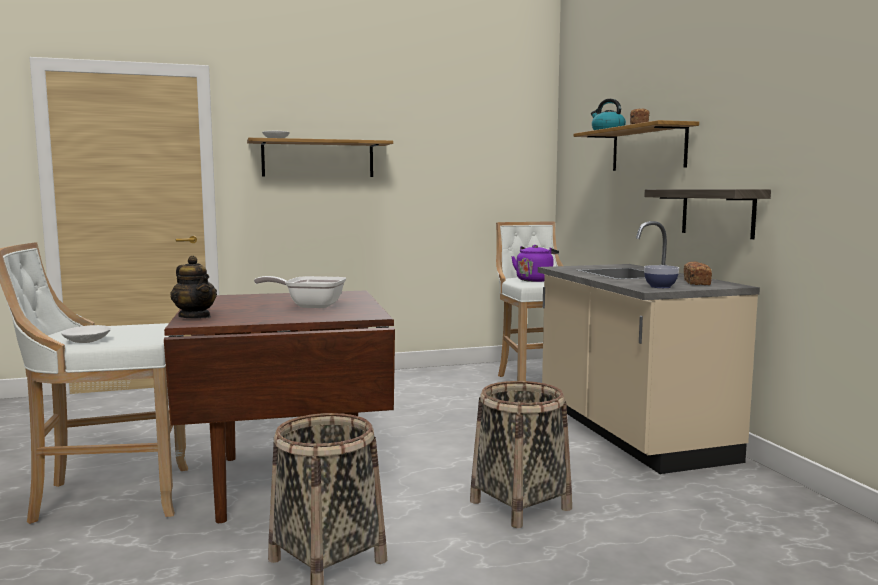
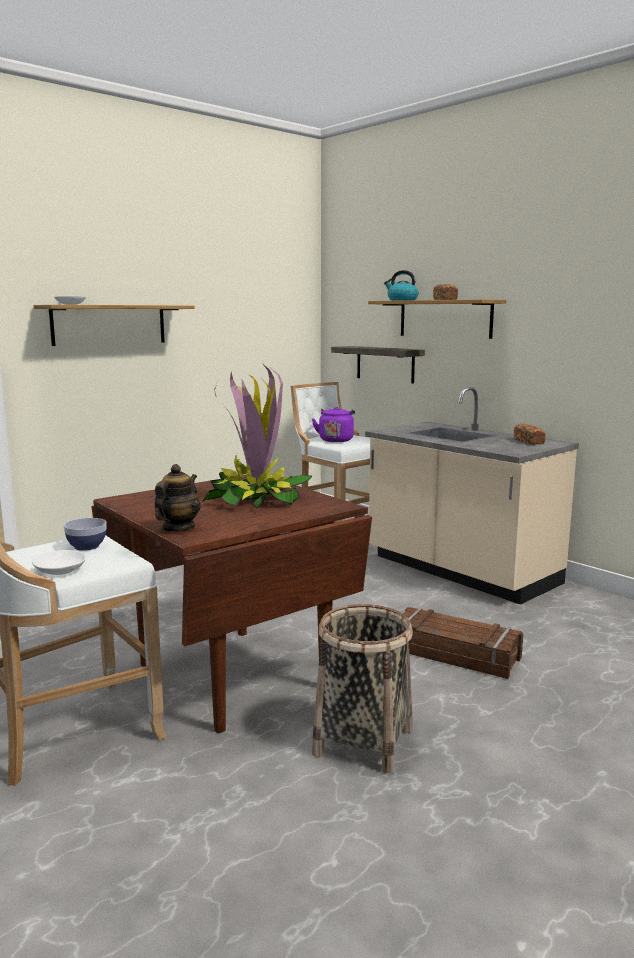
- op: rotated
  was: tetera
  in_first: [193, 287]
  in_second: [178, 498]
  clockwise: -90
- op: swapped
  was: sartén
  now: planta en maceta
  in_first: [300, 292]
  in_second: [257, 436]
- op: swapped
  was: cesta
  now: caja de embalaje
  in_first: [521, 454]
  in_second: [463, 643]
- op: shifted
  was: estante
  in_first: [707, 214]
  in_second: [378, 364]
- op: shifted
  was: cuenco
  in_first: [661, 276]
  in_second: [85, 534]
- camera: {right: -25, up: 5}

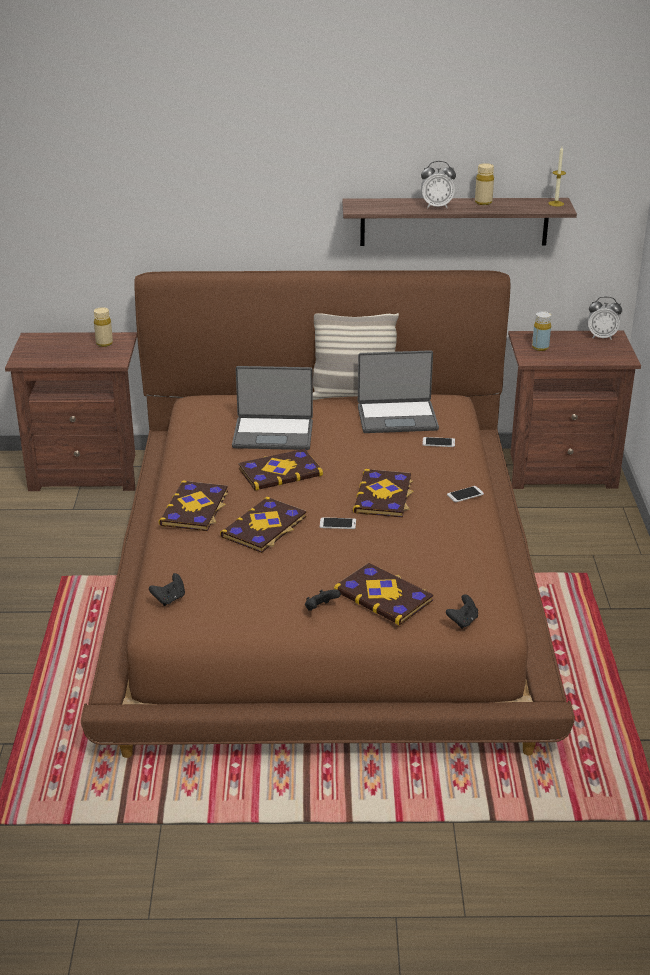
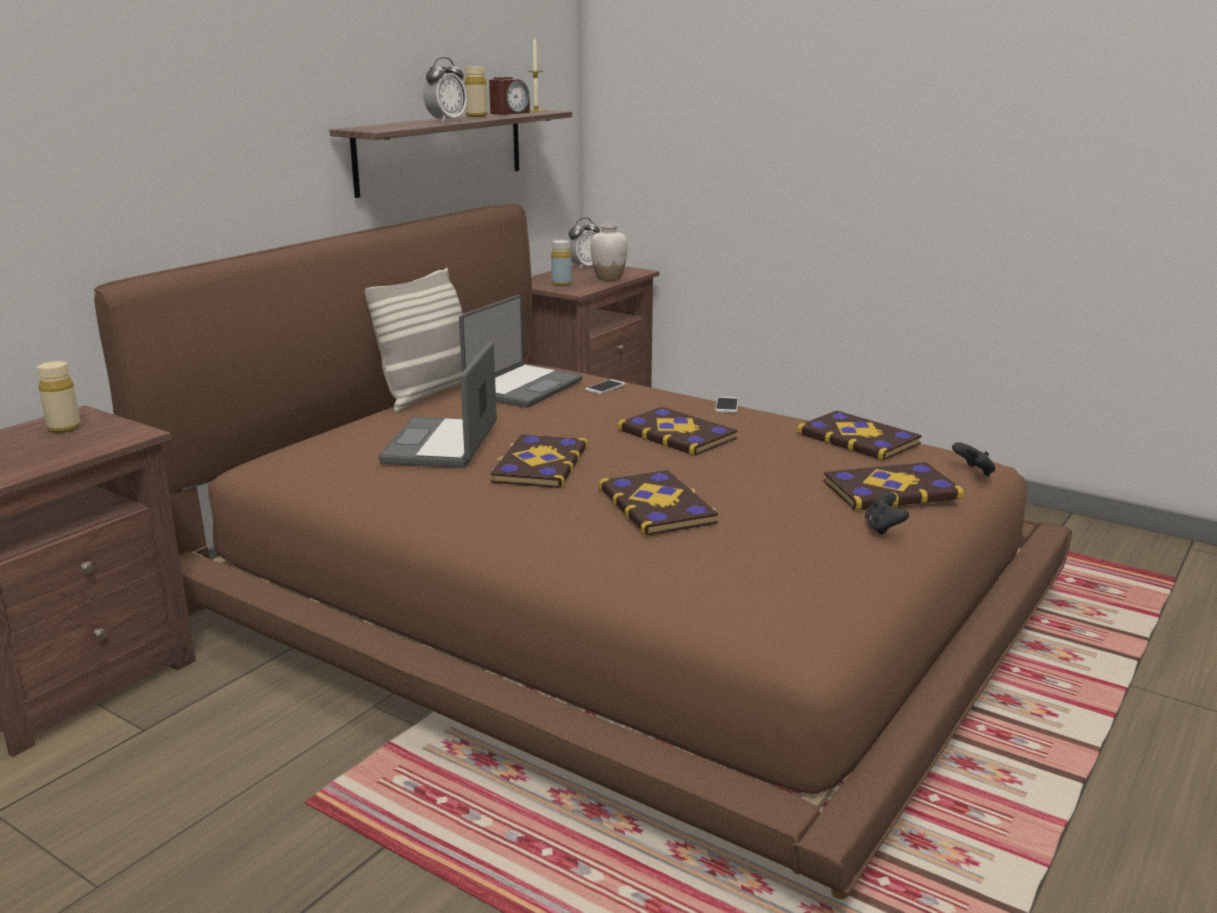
- op: gone
  was: mando de consola (negro)
  in_first: [167, 589]
- op: shifted
  was: libro
  in_first: [193, 505]
  in_second: [859, 435]
- op: rotated
  was: portátil
  in_first: [272, 408]
  in_second: [437, 404]
  clockwise: 150
- op: gone
  was: móvil
  in_first: [338, 523]
- op: new
  now: despertador
  in_second: [509, 96]
- op: new
  now: florero (blanco)
  in_second: [609, 252]
- camera: {right: -55, up: -10}

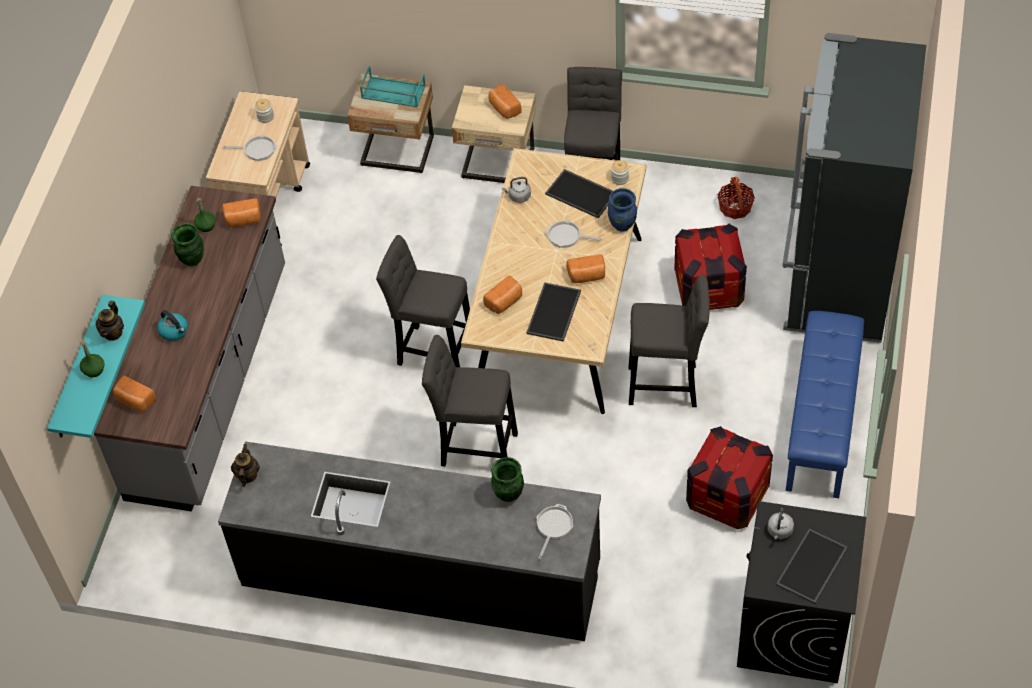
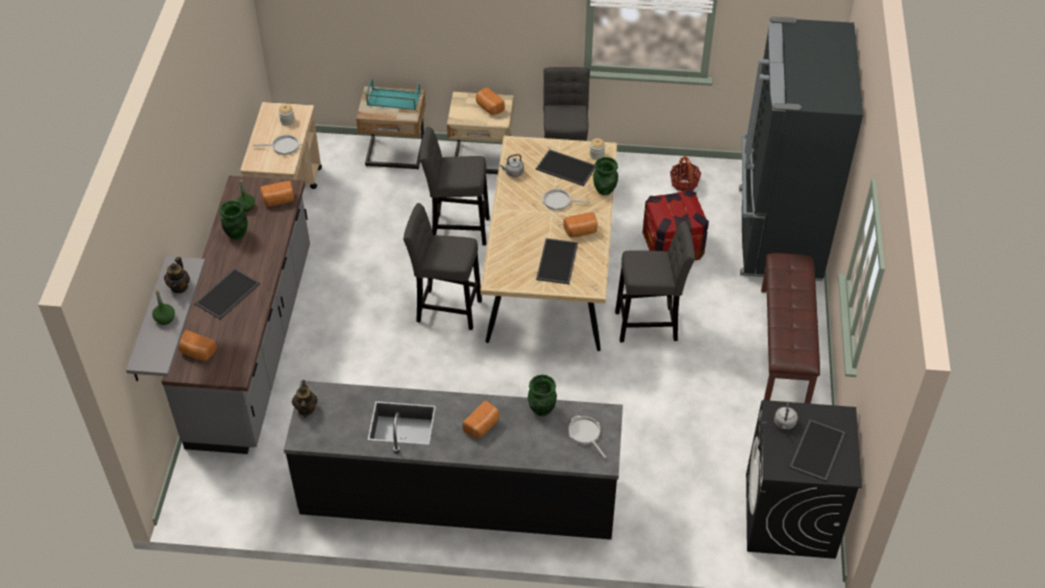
- op: repainted
  was: estante (turquesa)
  now: estante (gris)
  in_first: [96, 366]
  in_second: [166, 318]
- op: swapped
  was: hervidor
  now: bandeja
  in_first: [172, 325]
  in_second: [227, 293]
- op: shifted
  was: taburete (gris)
  in_first: [470, 401]
  in_second: [455, 186]
- op: shifted
  was: pan
  in_first: [502, 295]
  in_second: [481, 420]
- op: rotated
  was: sartén
  in_first: [555, 531]
  in_second: [587, 436]
  clockwise: -45
- op: repainted
  was: florero (azul)
  now: florero (verde)
  in_first: [622, 210]
  in_second: [605, 176]
- op: gone
  was: caja de embalaje
  in_first: [729, 478]
- op: repainted
  was: banco (azul)
  now: banco (marrón)
  in_first: [825, 404]
  in_second: [790, 328]
- camera: {right: -10, up: -5}

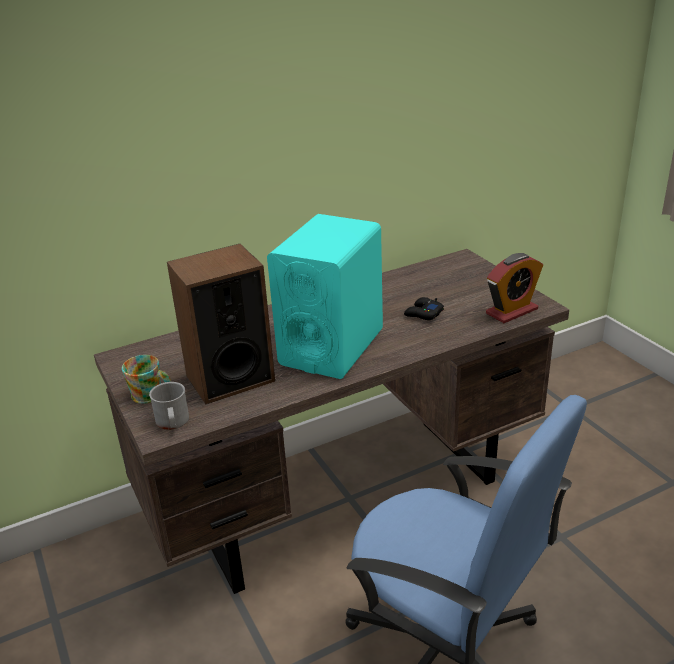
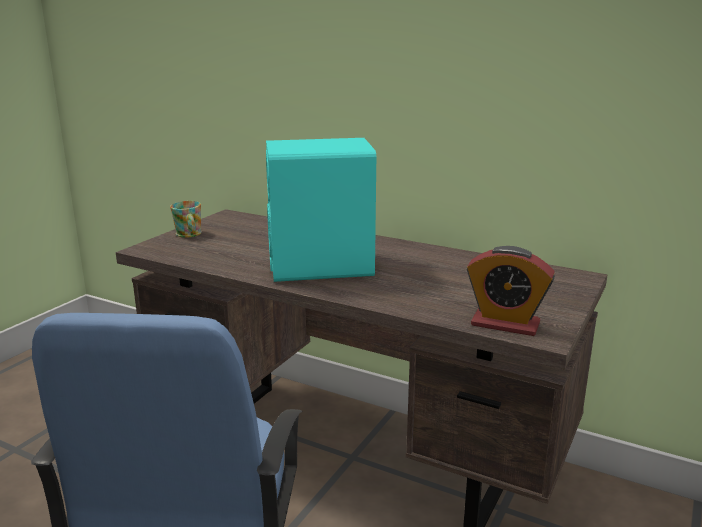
- op: gone
  was: taza grande (gris)
  in_first: [169, 406]
- op: gone
  was: altavoz
  in_first: [221, 324]
- op: gone
  was: mando de consola (negro)
  in_first: [424, 308]
- camera: {right: 55, up: -10}

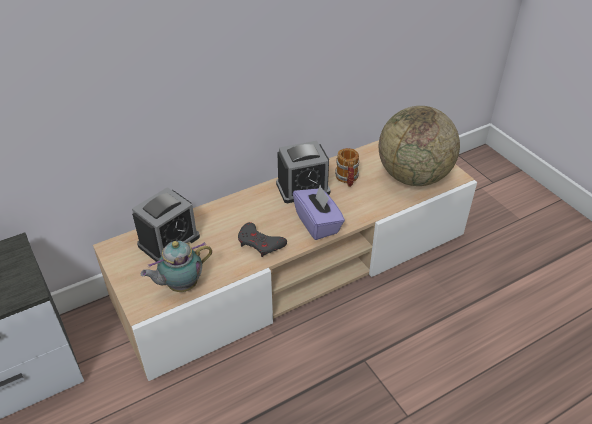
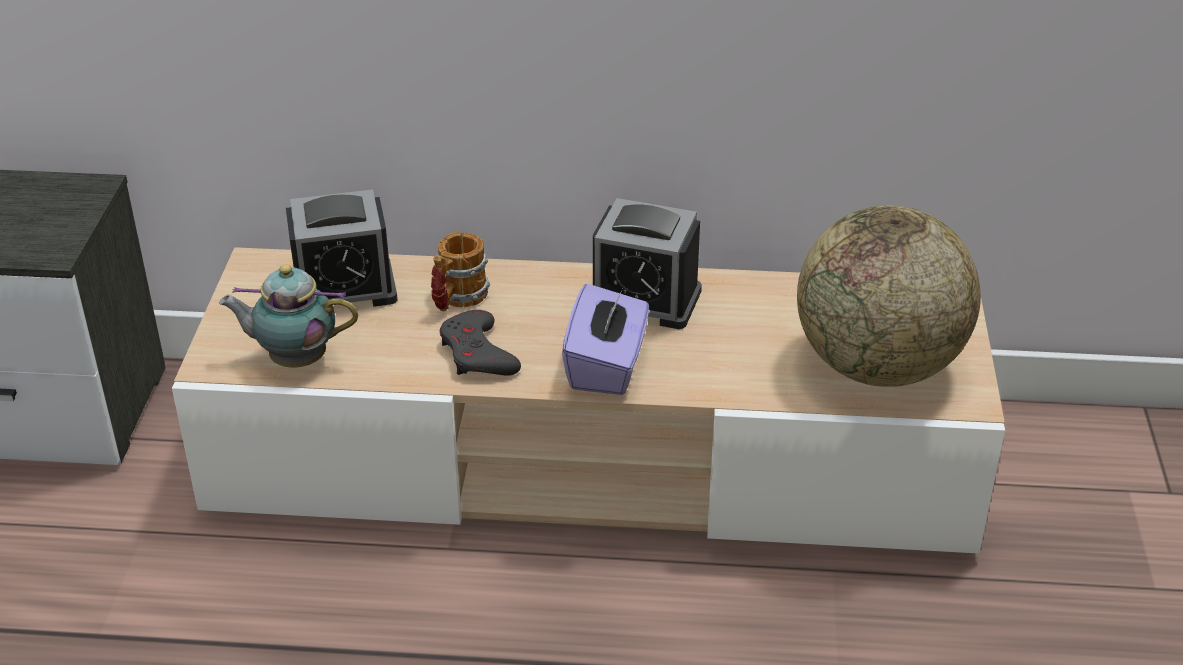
- op: shifted
  was: taza grande
  in_first: [347, 167]
  in_second: [460, 272]
- camera: {right: 35, up: -5}

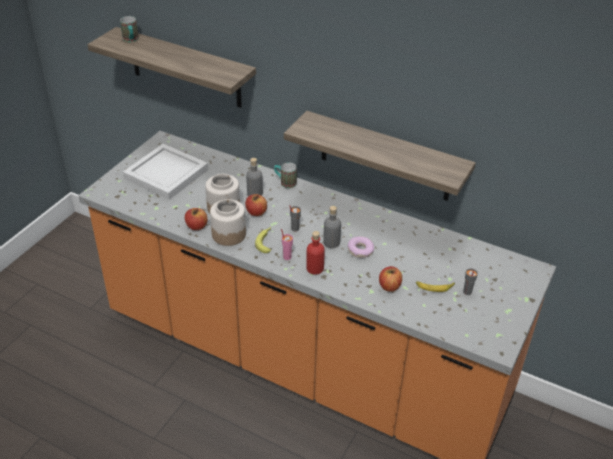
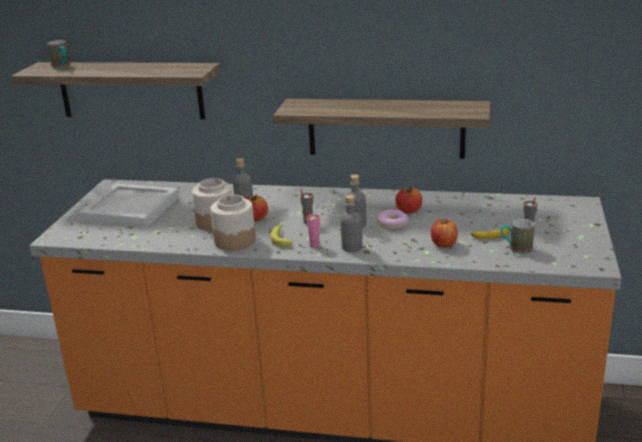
- op: shifted
  was: manzana
  in_first: [196, 219]
  in_second: [409, 200]
- op: shifted
  was: taza grande
  in_first: [285, 175]
  in_second: [518, 236]
- op: repainted
  was: botella (rojo)
  now: botella (gris)
  in_first: [315, 253]
  in_second: [351, 223]
- camera: {right: -15, up: -15}

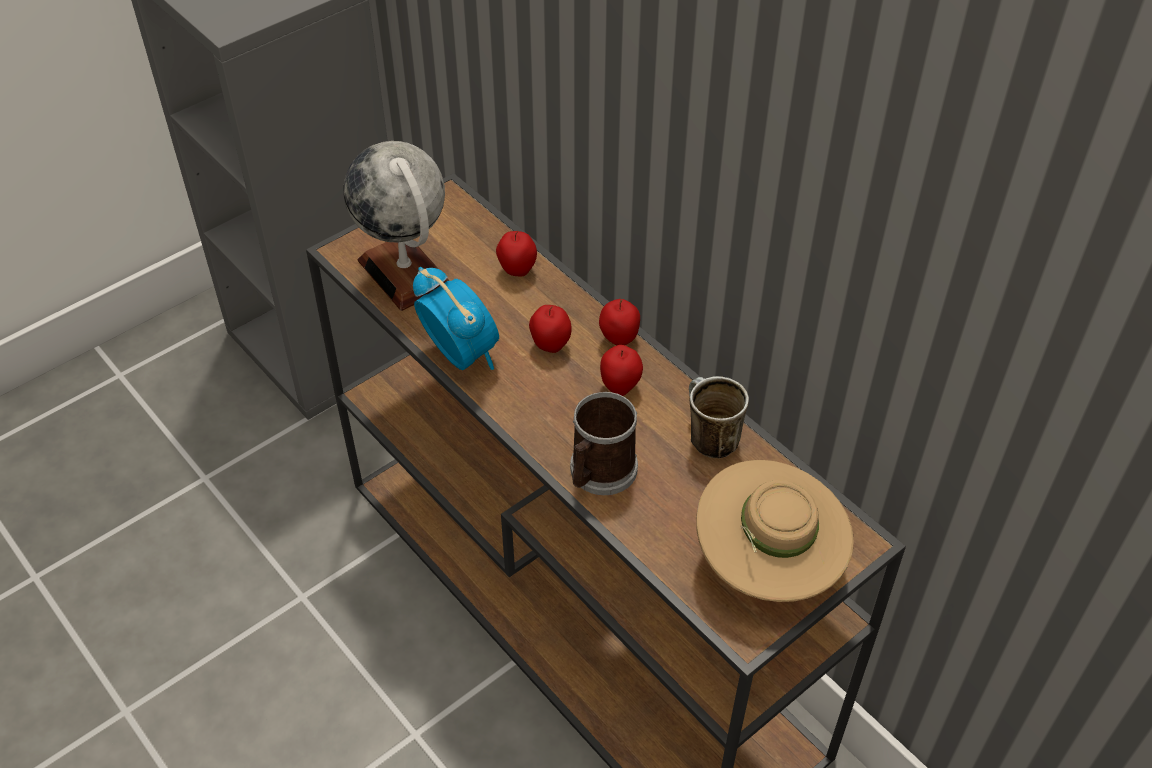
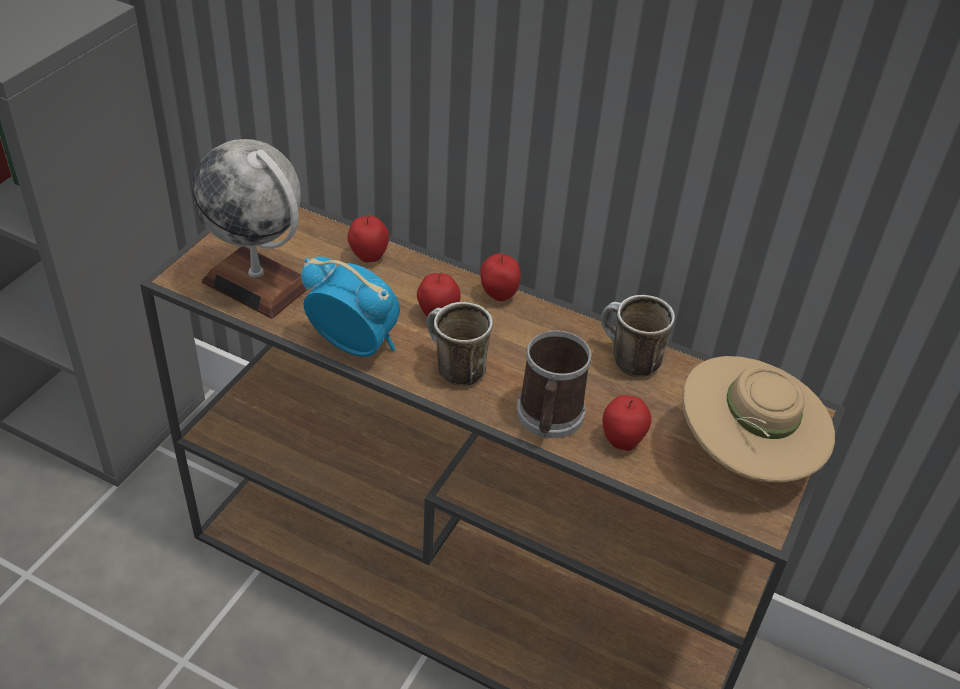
- op: shifted
  was: manzana
  in_first: [621, 370]
  in_second: [627, 423]
- op: new
  now: taza grande
  in_second: [460, 344]
- camera: {right: -25, up: -5}

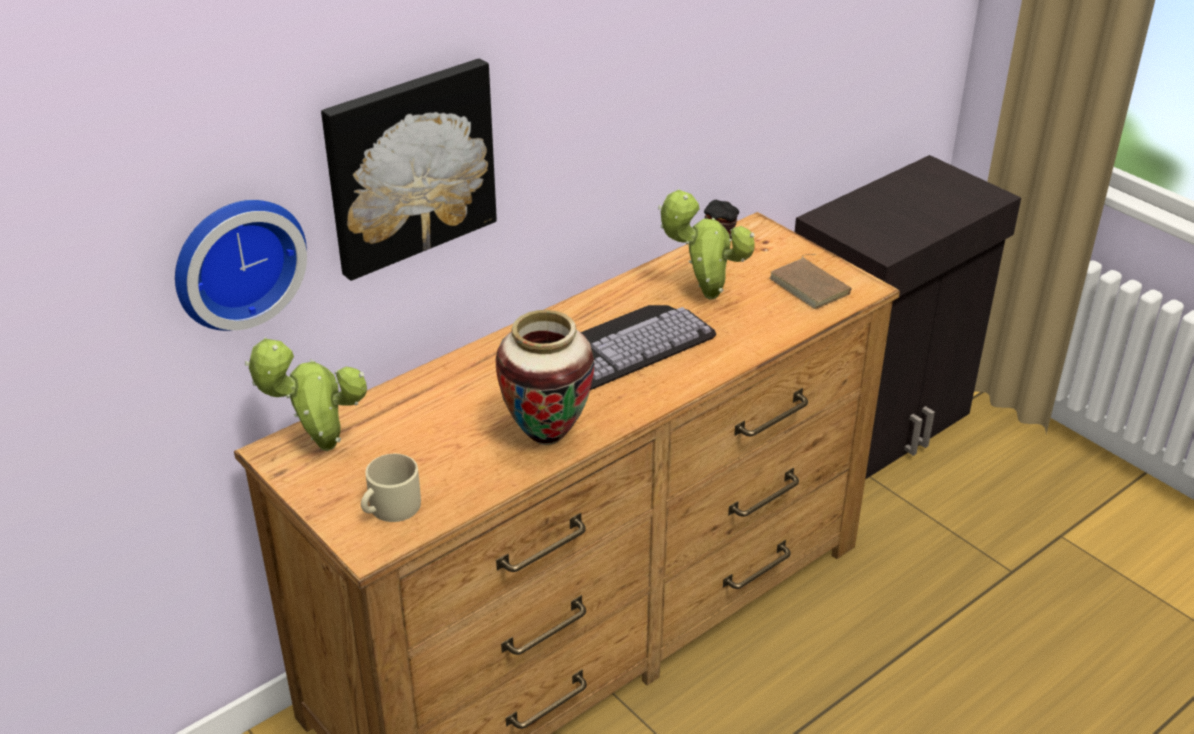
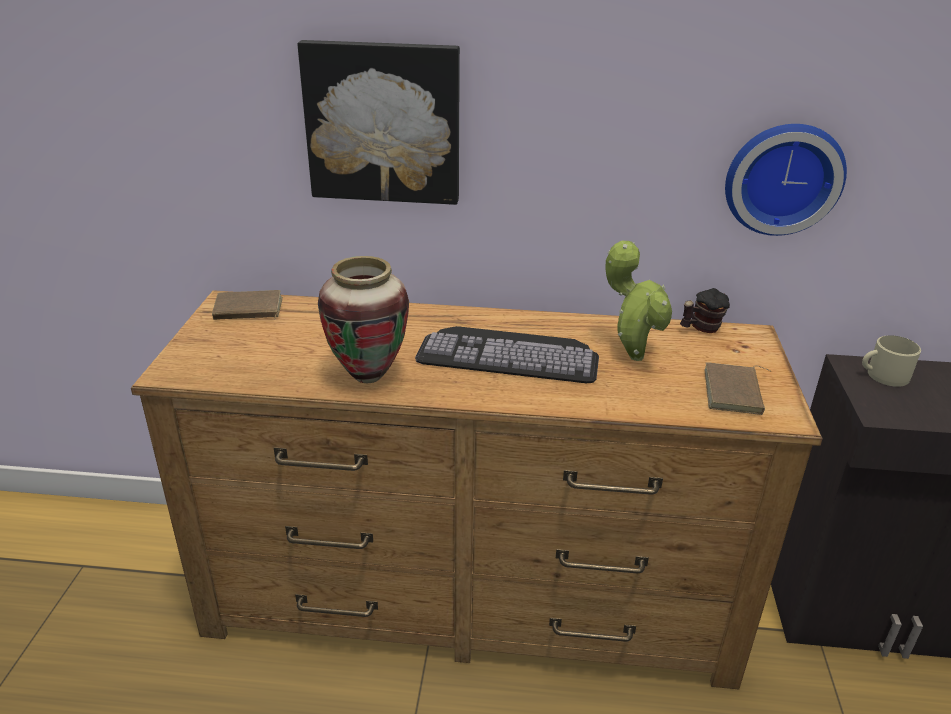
- op: shifted
  was: reloj de pared
  in_first: [241, 265]
  in_second: [786, 180]
- op: swapped
  was: planta en maceta
  now: libro (marrón)
  in_first: [306, 394]
  in_second: [247, 305]
- op: shifted
  was: taza grande (beis)
  in_first: [391, 488]
  in_second: [891, 361]
- camera: {right: 45, up: -5}

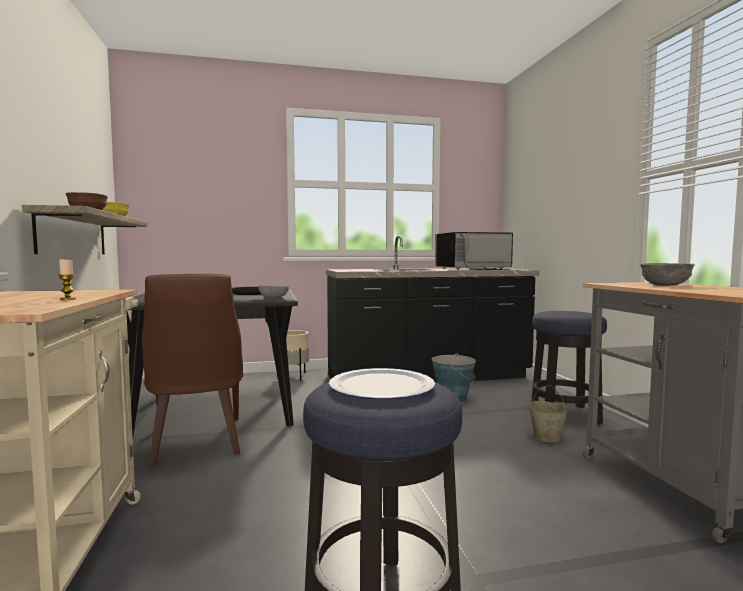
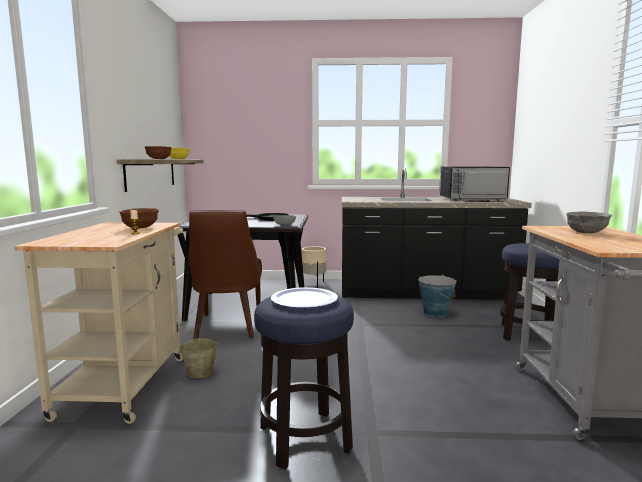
- op: shifted
  was: cubo (beis)
  in_first: [548, 413]
  in_second: [198, 351]
- op: new
  now: cuenco (marrón)
  in_second: [139, 218]
- camera: {right: 15, up: 5}

